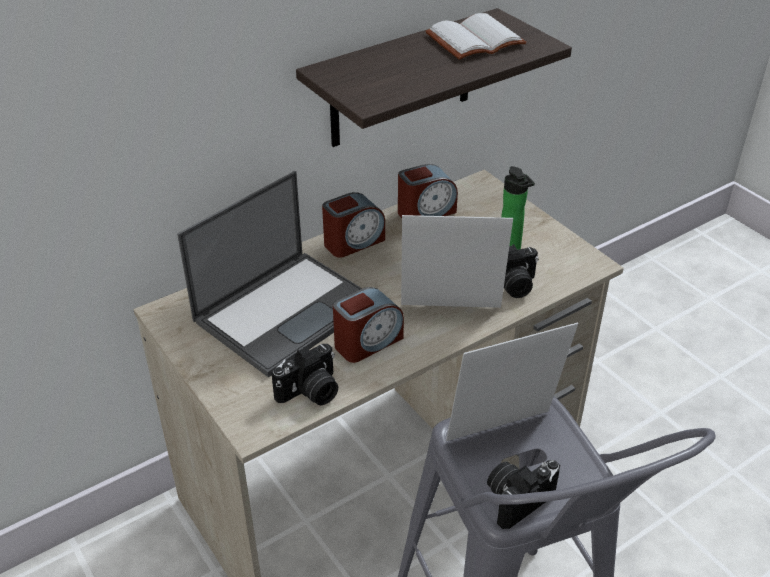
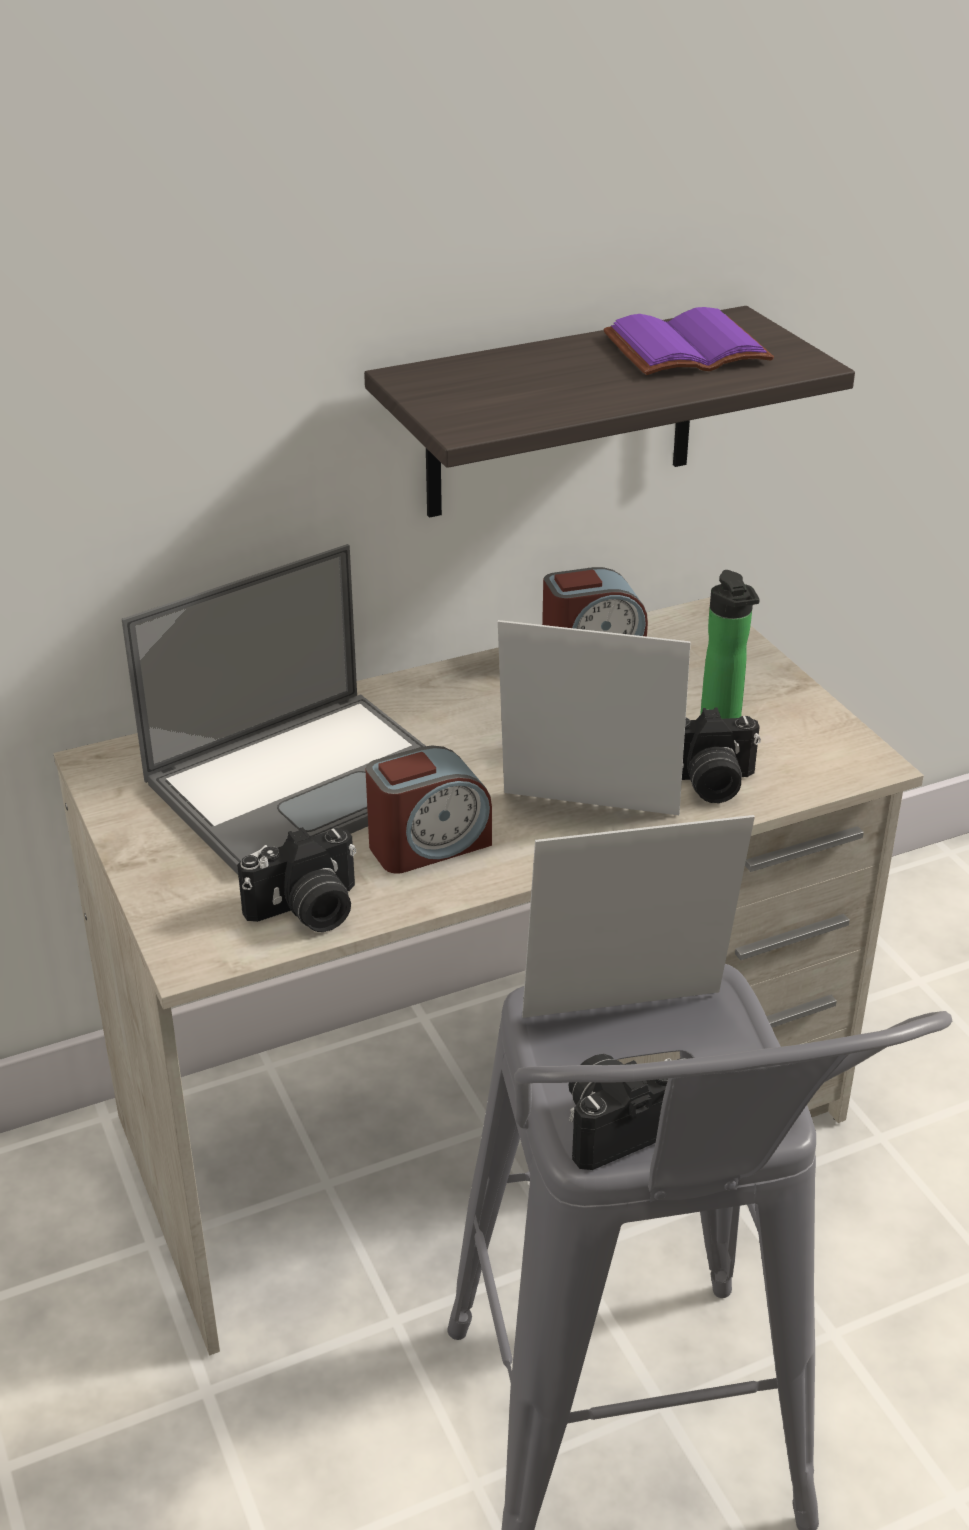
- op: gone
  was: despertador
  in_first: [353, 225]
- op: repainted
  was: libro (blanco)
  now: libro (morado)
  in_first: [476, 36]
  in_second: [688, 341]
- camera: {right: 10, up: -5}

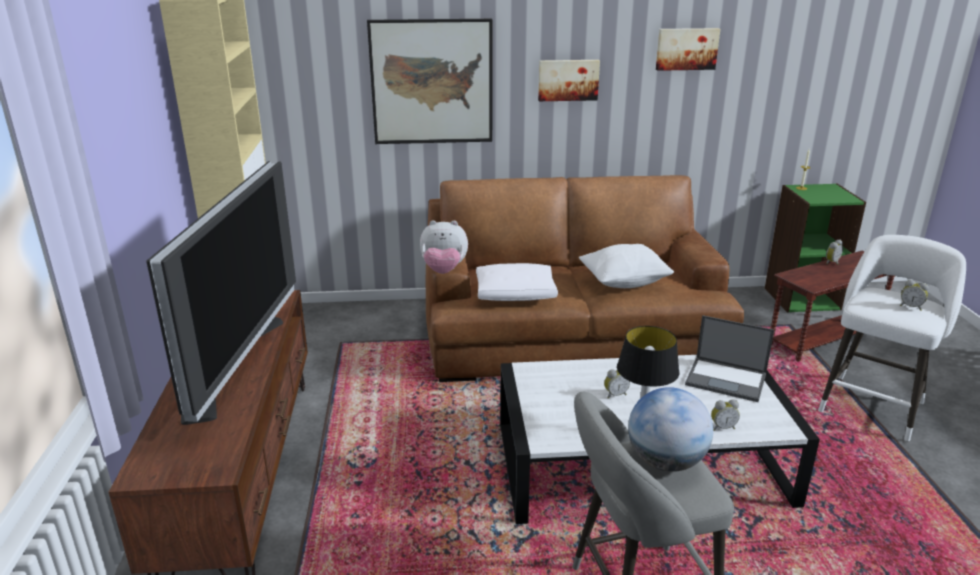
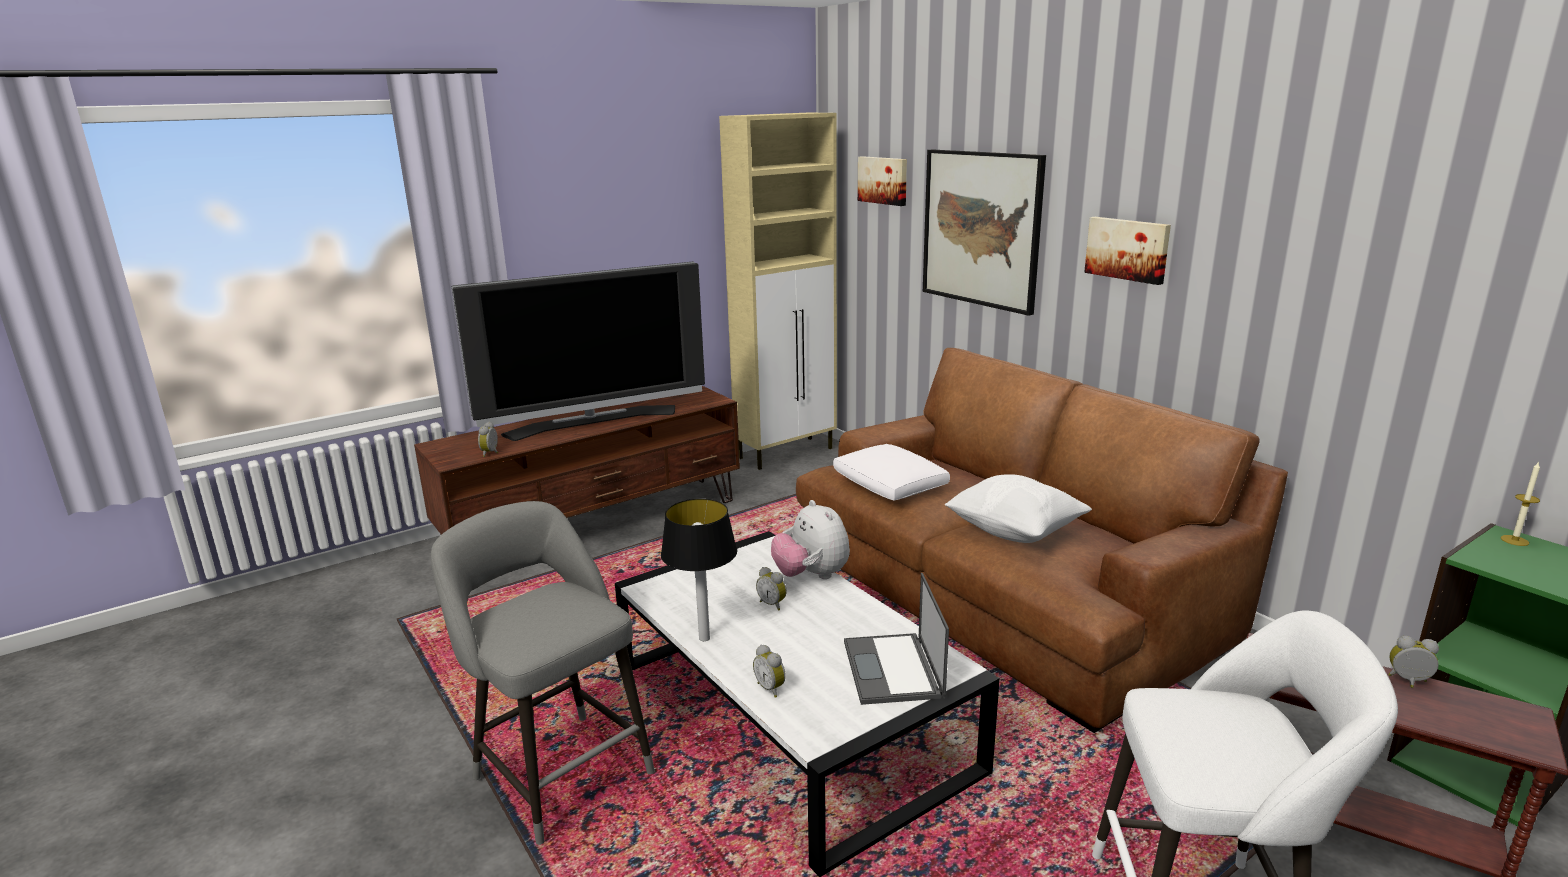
- op: shifted
  was: peluche
  in_first: [444, 247]
  in_second: [810, 539]
- op: gone
  was: globo terráqueo
  in_first: [670, 429]
- op: shifted
  was: cuadro
  in_first: [688, 49]
  in_second: [882, 181]
- op: shifted
  was: despertador
  in_first: [914, 295]
  in_second: [488, 439]
- camera: {right: 60, up: -5}

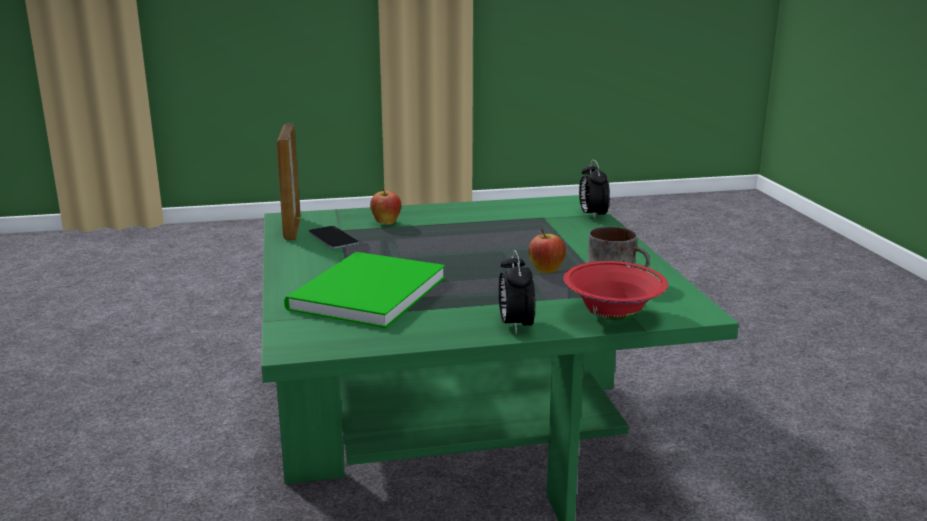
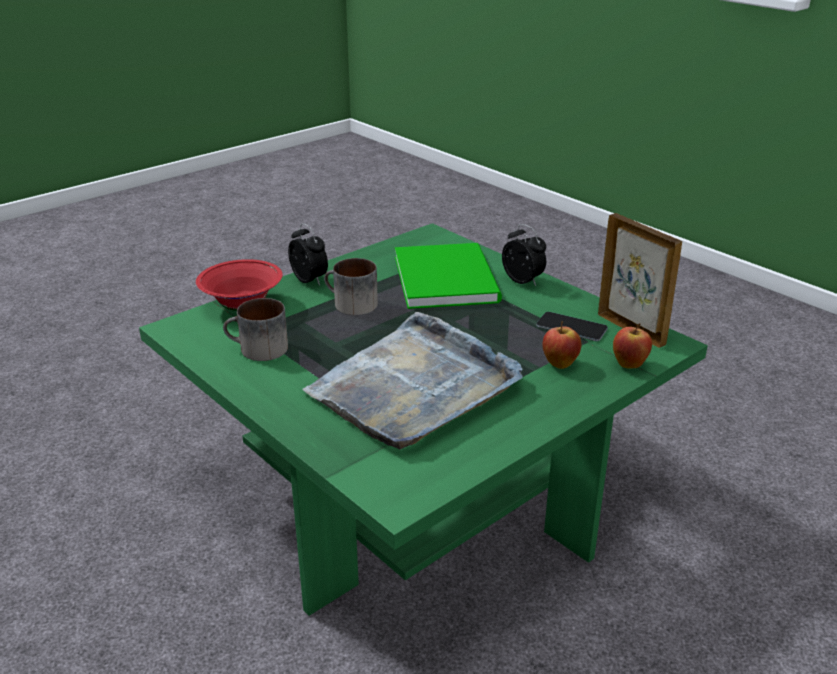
- op: shifted
  was: manzana
  in_first: [547, 251]
  in_second: [632, 346]
- op: shifted
  was: despertador
  in_first: [594, 189]
  in_second: [524, 255]
- op: new
  now: bandeja (gris)
  in_second: [412, 381]
- op: new
  now: taza grande
  in_second: [351, 286]
- camera: {right: 150, up: 10}

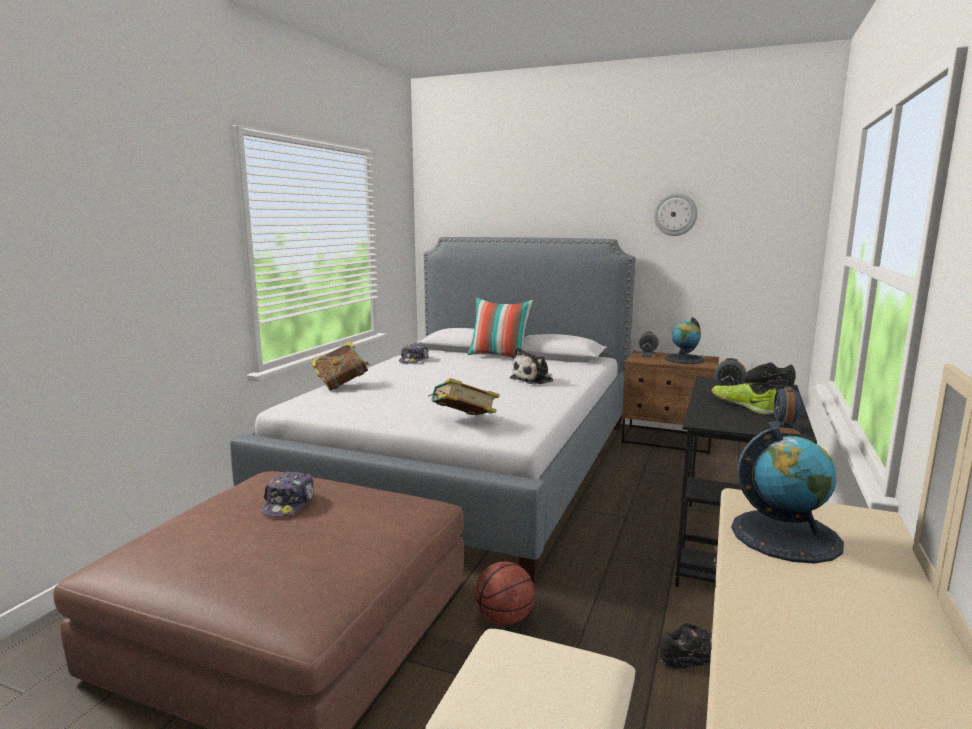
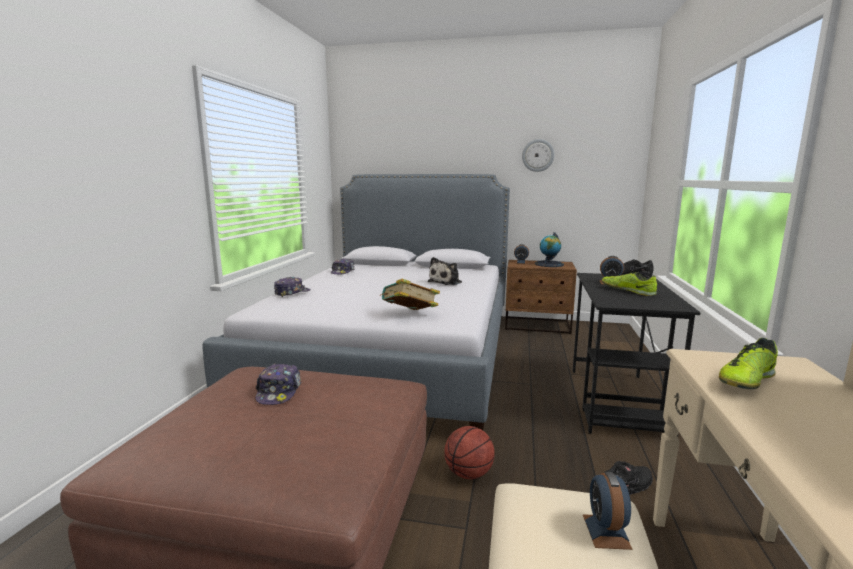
- op: swapped
  was: libro
  now: gorra
  in_first: [340, 366]
  in_second: [292, 287]
- op: gone
  was: cojín
  in_first: [500, 327]
- op: swapped
  was: globo terráqueo
  now: zapato
  in_first: [787, 495]
  in_second: [748, 363]
- op: shifted
  was: despertador
  in_first: [785, 410]
  in_second: [608, 511]
- camera: {right: -10, up: 0}

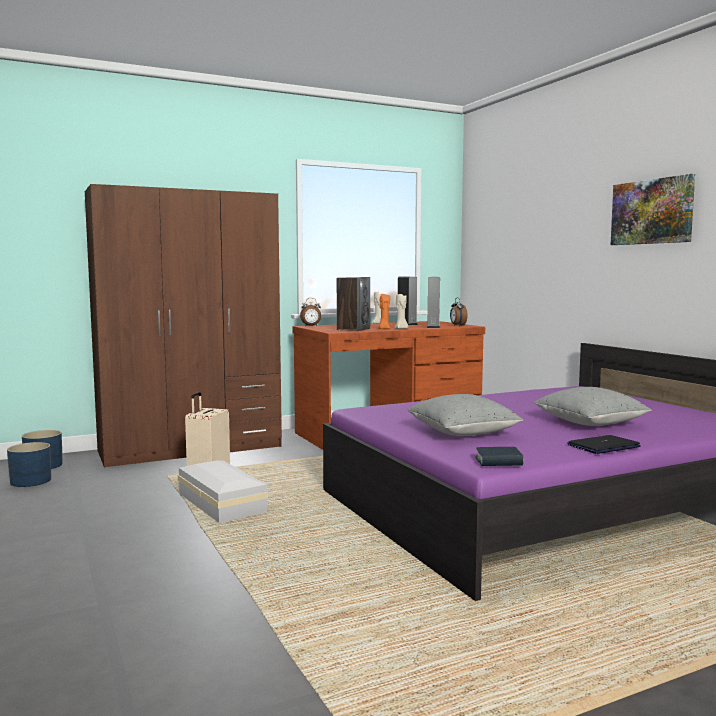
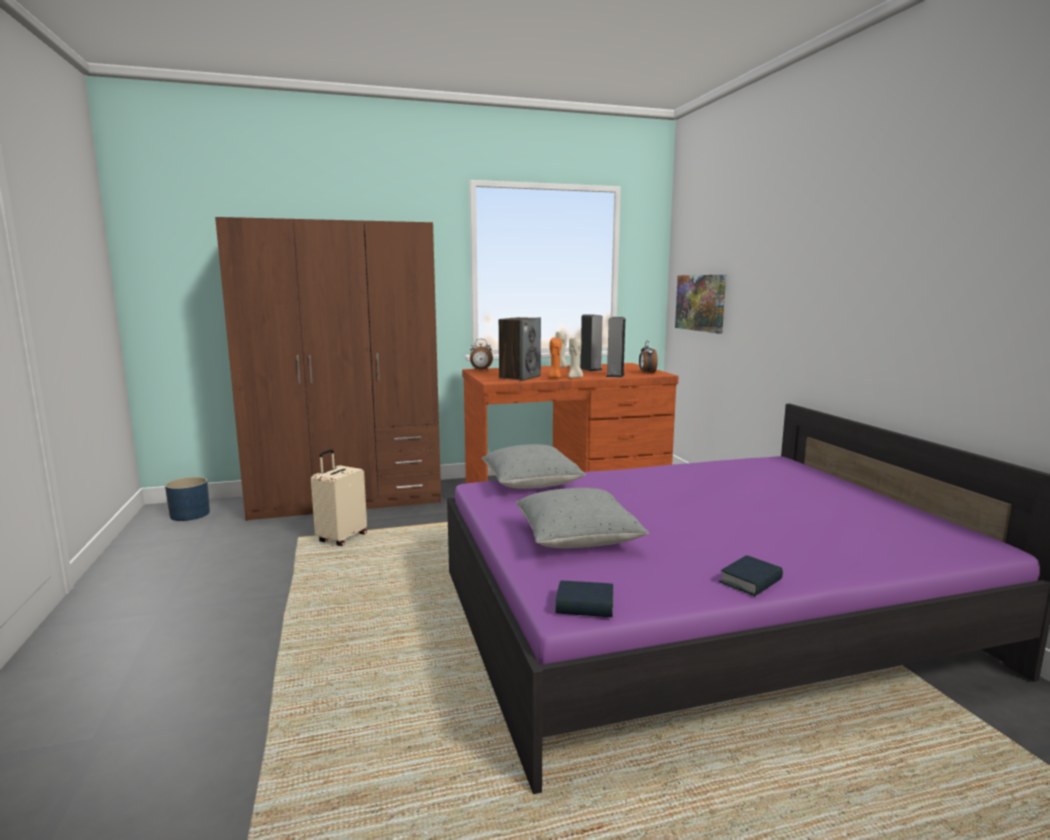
- op: gone
  was: maceta (azul)
  in_first: [29, 464]
- op: gone
  was: caja de almacenaje (blanco)
  in_first: [223, 491]
- op: shifted
  was: cojín (gris)
  in_first: [592, 406]
  in_second: [534, 466]
- op: swapped
  was: portátil
  now: libro
  in_first: [604, 444]
  in_second: [751, 575]
- op: shifted
  was: cuadro
  in_first: [653, 209]
  in_second: [700, 304]
- camera: {right: 10, up: 5}

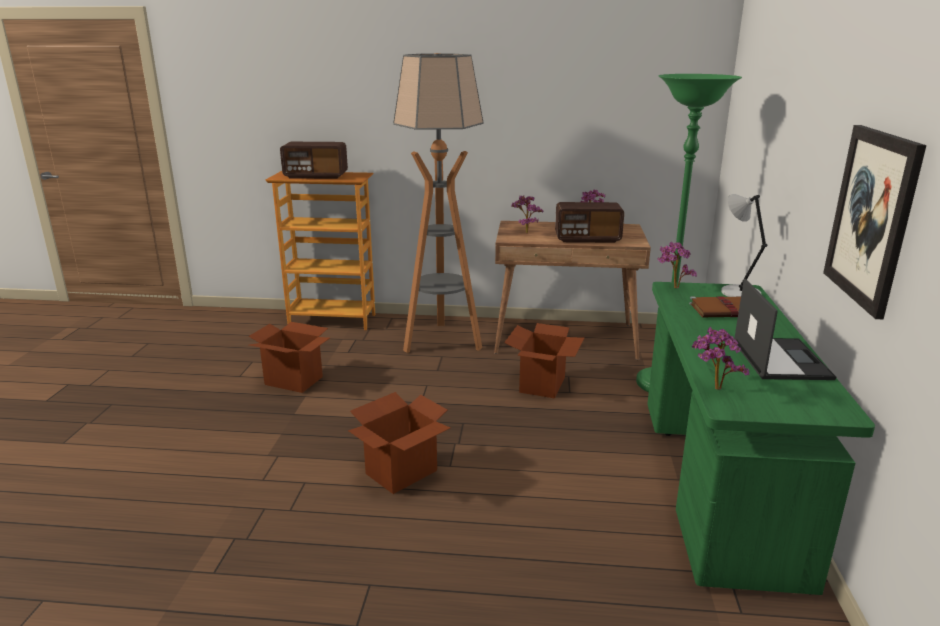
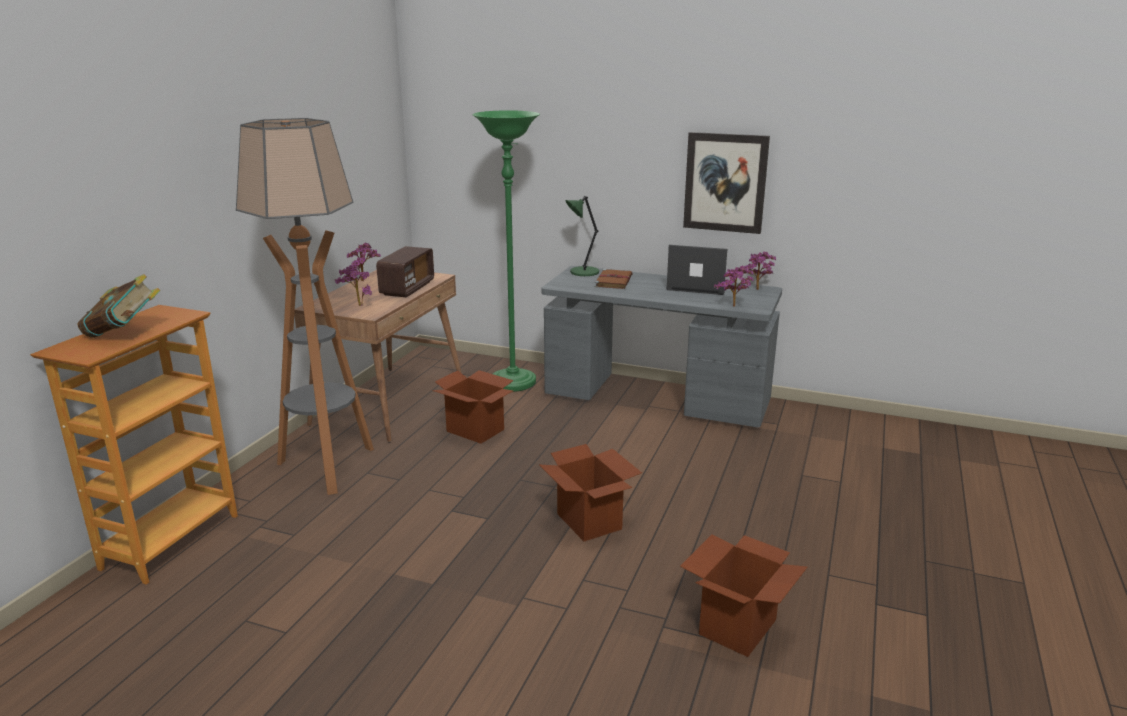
- op: shifted
  was: caja de cartón
  in_first: [289, 357]
  in_second: [743, 596]
- op: swapped
  was: radio
  now: libro
  in_first: [314, 160]
  in_second: [118, 306]
- op: repainted
  was: escritorio (verde)
  now: escritorio (gris)
  in_first: [761, 438]
  in_second: [662, 347]
- op: shifted
  was: planta en maceta
  in_first: [677, 265]
  in_second: [757, 270]
- op: repainted
  was: lámpara de mesa (gris)
  now: lámpara de mesa (verde)
  in_first: [744, 245]
  in_second: [582, 236]
- camera: {right: -75, up: 0}

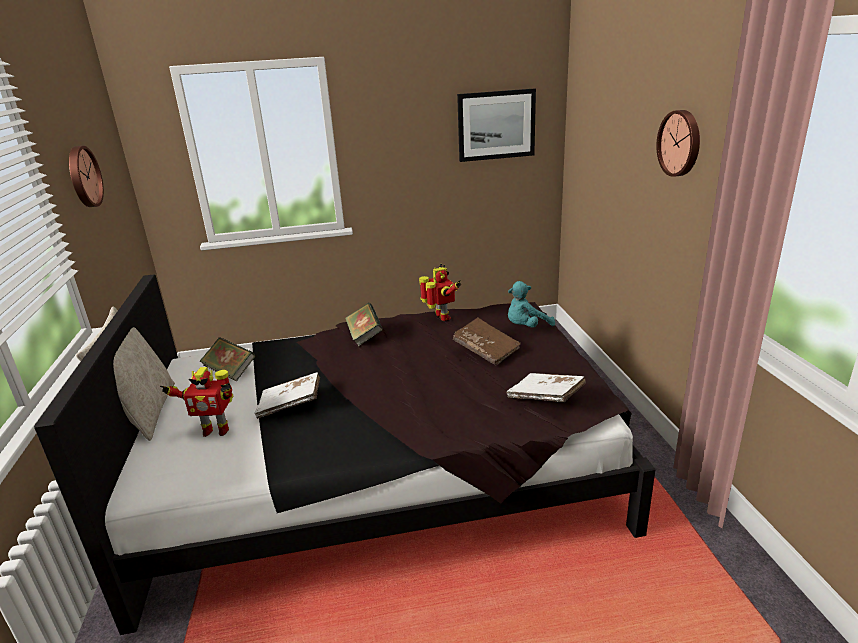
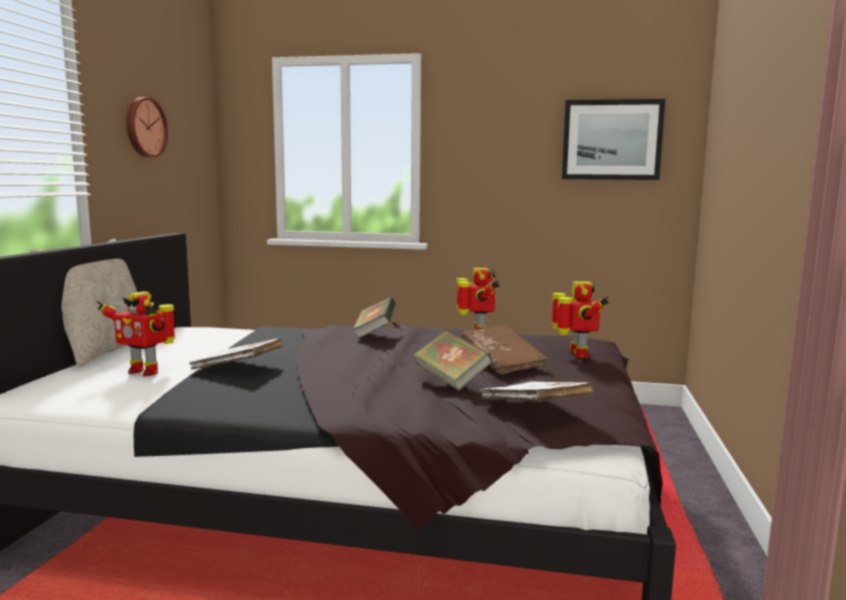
- op: shifted
  was: libro
  in_first: [227, 359]
  in_second: [452, 360]
- op: swapped
  was: peluche (turquesa)
  now: robot de juguete
  in_first: [531, 304]
  in_second: [580, 319]
- op: gone
  was: reloj de pared
  in_first: [678, 143]
- camera: {right: 20, up: -15}

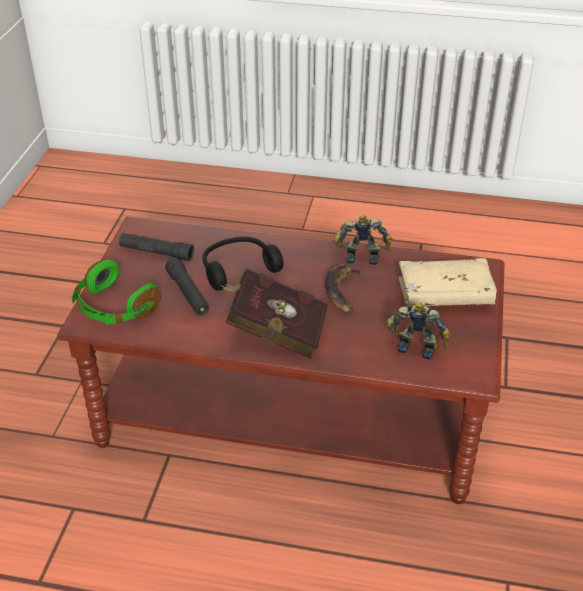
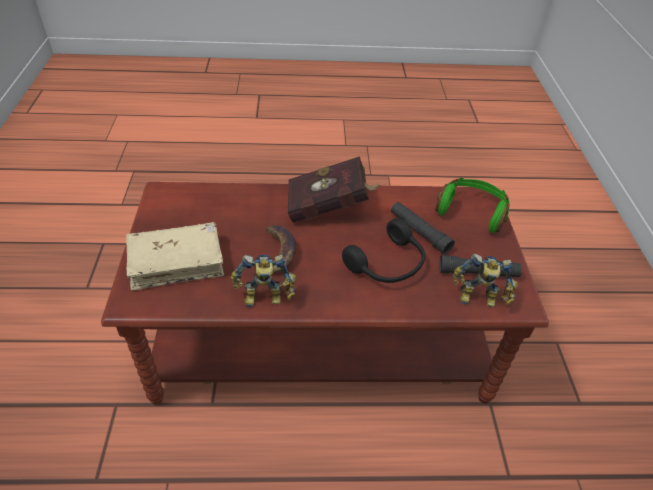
- op: shifted
  was: robot de juguete
  in_first: [419, 331]
  in_second: [485, 280]
- camera: {right: 165, up: 5}

